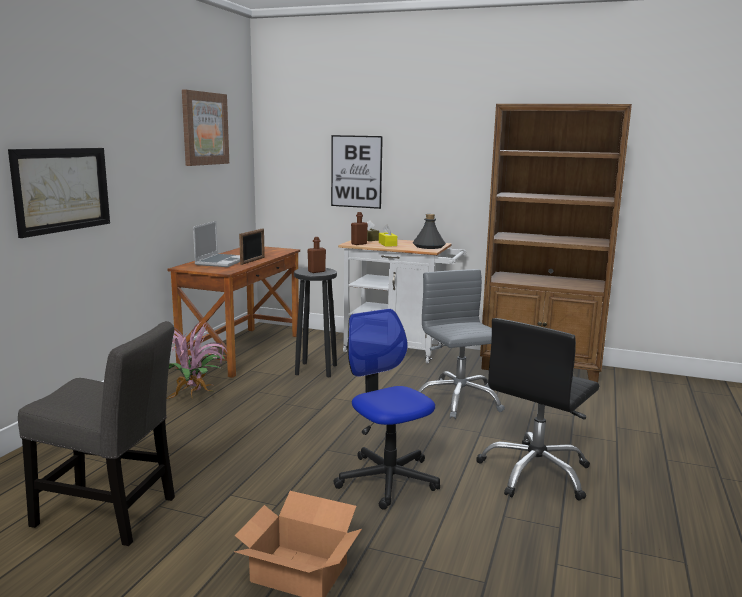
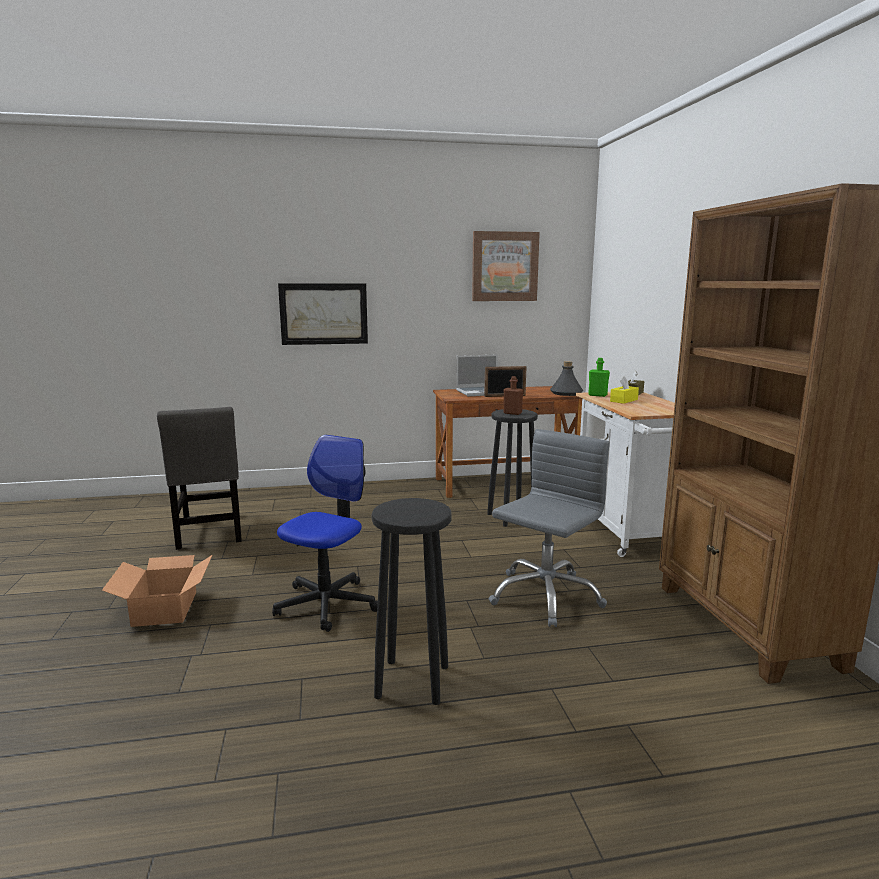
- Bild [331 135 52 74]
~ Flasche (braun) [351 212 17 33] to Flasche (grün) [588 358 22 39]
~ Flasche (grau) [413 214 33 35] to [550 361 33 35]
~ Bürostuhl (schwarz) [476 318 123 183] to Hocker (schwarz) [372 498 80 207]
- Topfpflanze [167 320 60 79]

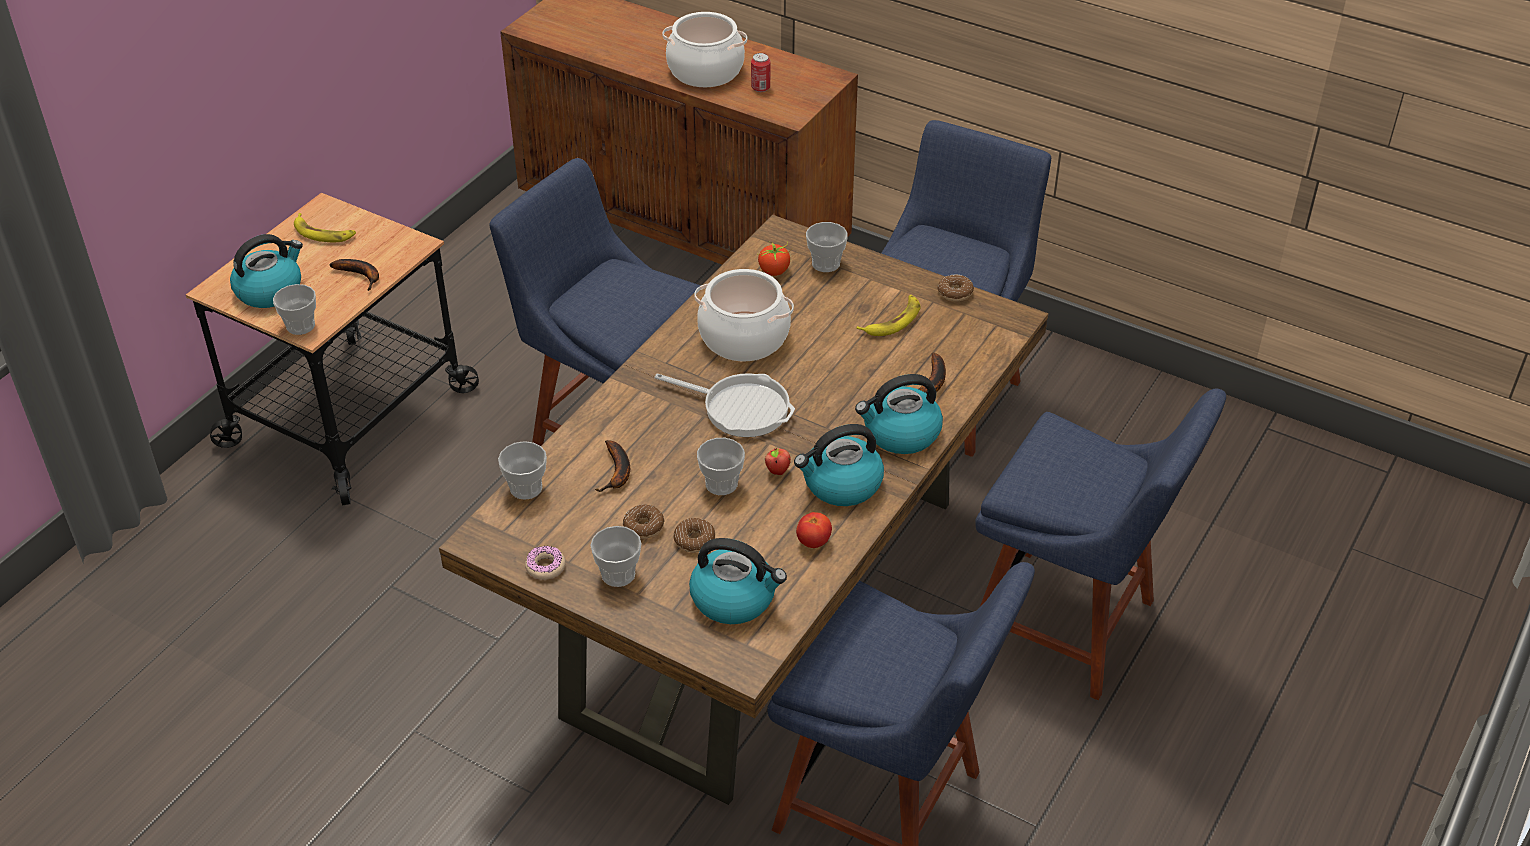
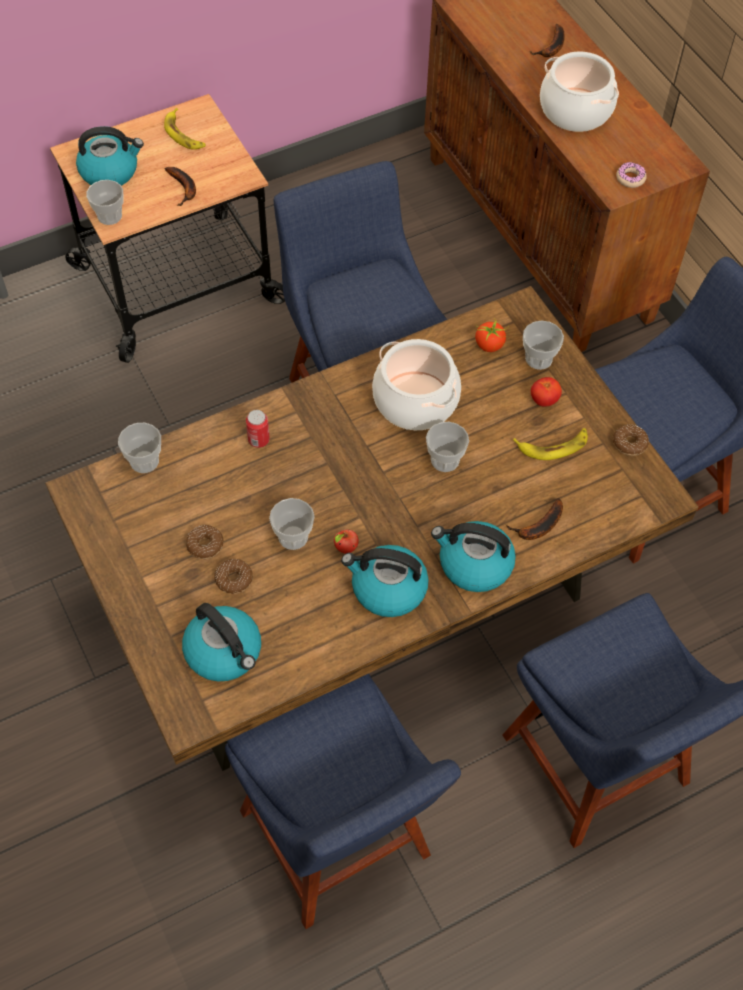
~ Dose [751 53 19 39] to [246 410 24 38]
- Pfanne [655 373 140 64]
~ Banane [595 440 35 52] to [529 24 36 33]
~ Tomate [796 512 36 36] to [531 377 31 30]
~ Tasse [590 526 52 61] to [426 422 43 50]
~ Donut [525 546 40 34] to [616 162 31 26]

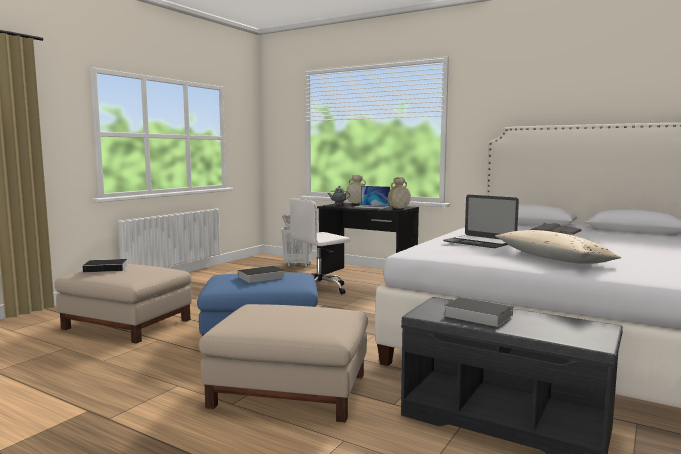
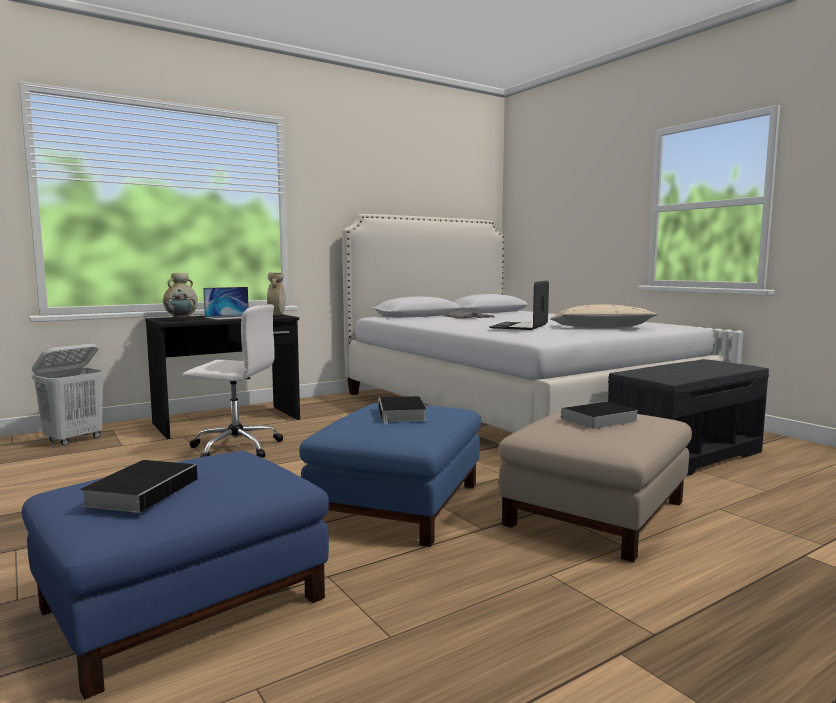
~ Laptop [443 195 76 53] = [489 281 60 49] 135 degrees clockwise
~ Bürostuhl (weiß) [289 198 61 96] = [182 304 101 154] 75 degrees counterclockwise
~ Polsterhocker (beige) [54 264 138 80] to Polsterhocker (blau) [22 451 307 248]
~ Buch [444 297 69 30] to [554 401 85 28]

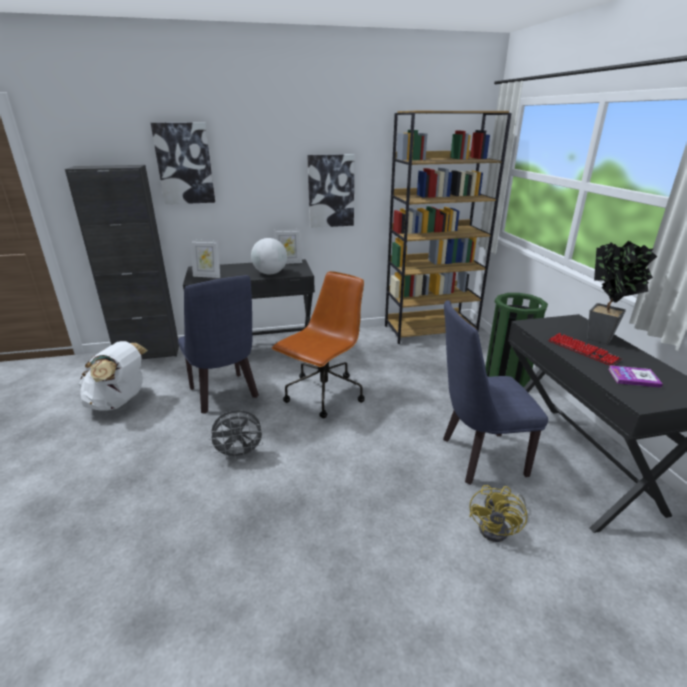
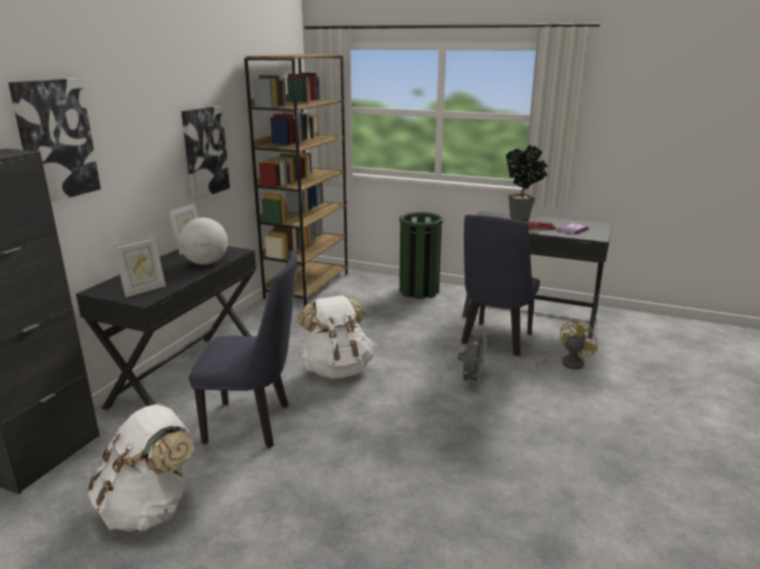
~ Bürostuhl (braun) [272 271 93 148] to Rucksack (weiß) [298 295 75 83]
~ Ventilator (grau) [208 410 57 50] to [458 333 29 53]
~ Ventilator (gelb) [469 485 59 57] = [537 320 60 49] 105 degrees counterclockwise

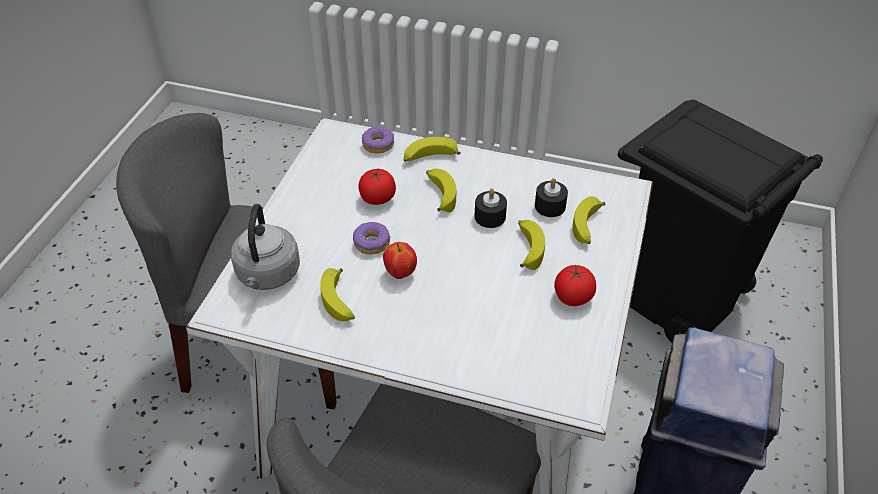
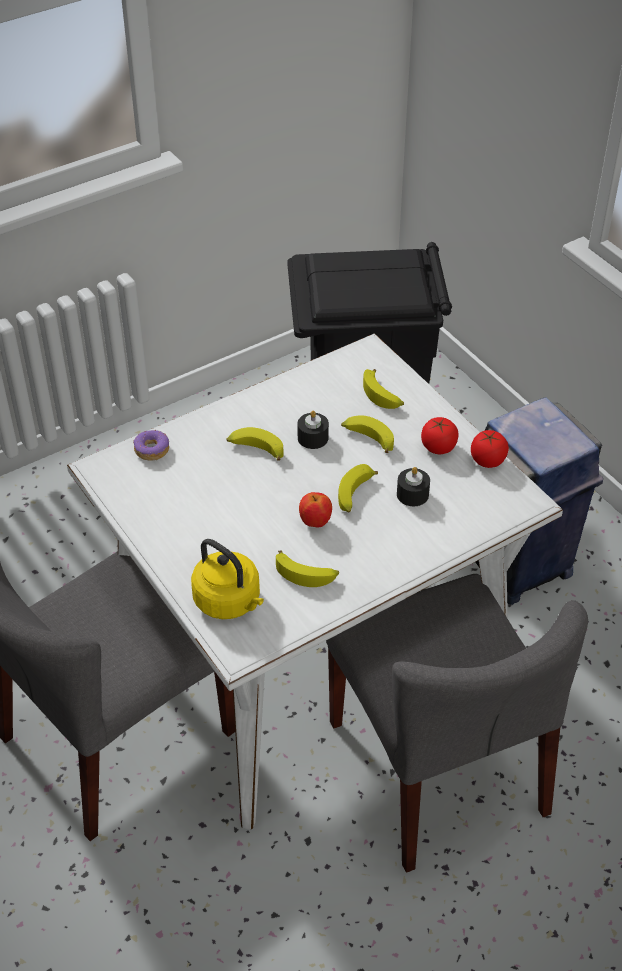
~ Banane [403 137 58 25] to [338 464 40 49]
~ Tomate [358 168 38 37] to [471 430 38 38]
~ Kerze (schwarz) [535 178 33 39] to [397 467 33 39]
~ Wasserkessel (grau) [231 204 69 86] to Wasserkessel (gelb) [191 539 73 80]
- Donut [353 222 37 32]

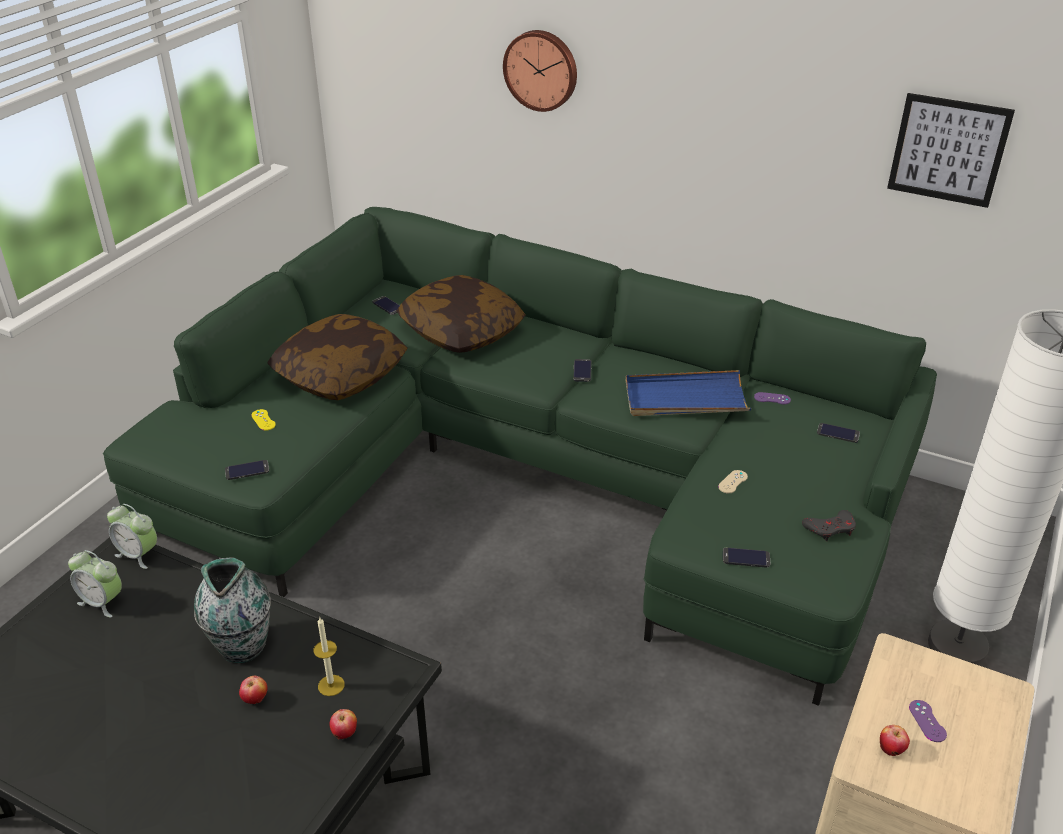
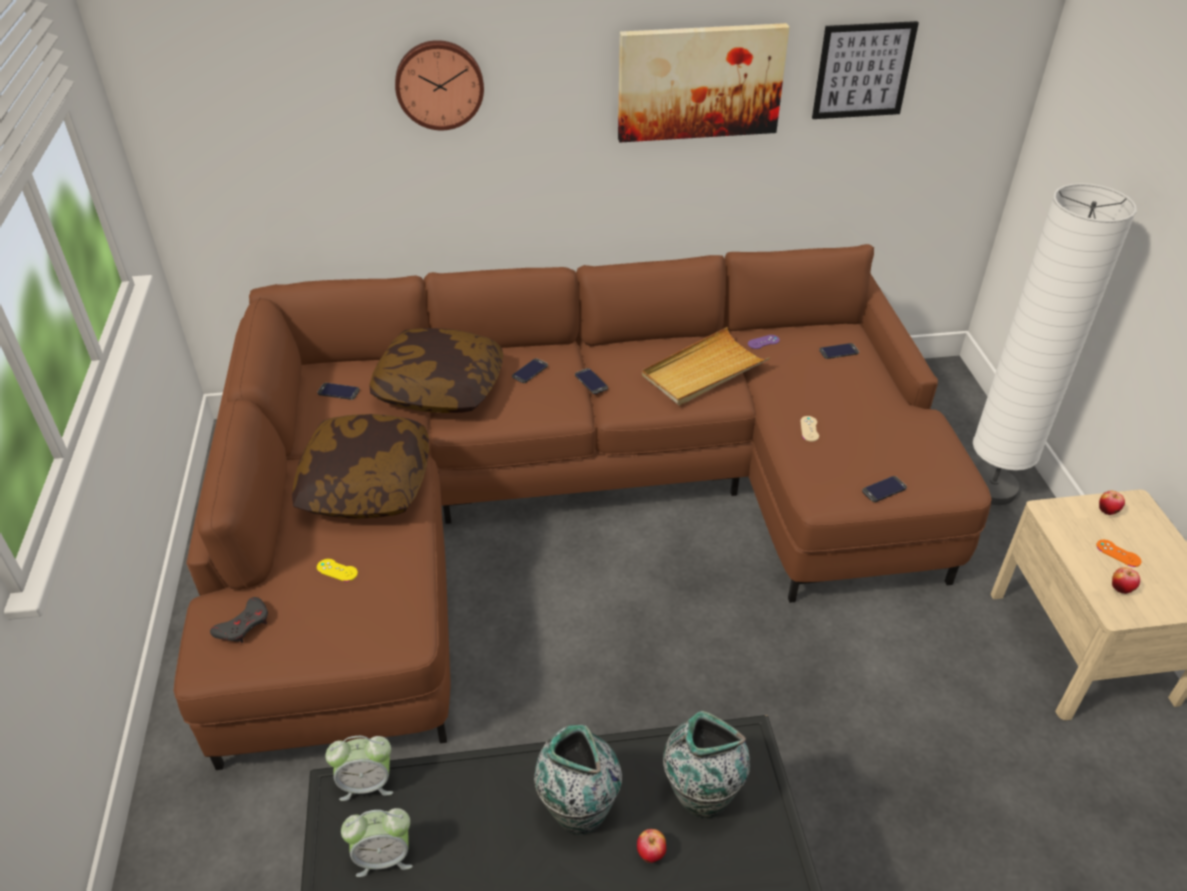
~ Sofa (grün) [103 207 834 499] to Sofa (braun) [174 244 818 526]
~ Tablett (blau) [626 370 125 46] to Tablett (beige) [642 327 128 78]
~ Handy [225 460 44 20] to [512 358 36 25]
~ Gamepad (grau) [802 510 54 31] to [210 597 58 46]
~ Kerze [314 617 31 79] to Vase [663 711 87 107]
~ Gamepad (lila) [909 700 38 42] to Gamepad (orange) [1097 540 44 27]
~ Apfel [329 709 28 30] to [1099 490 26 25]
+ Bild [618 23 172 120]

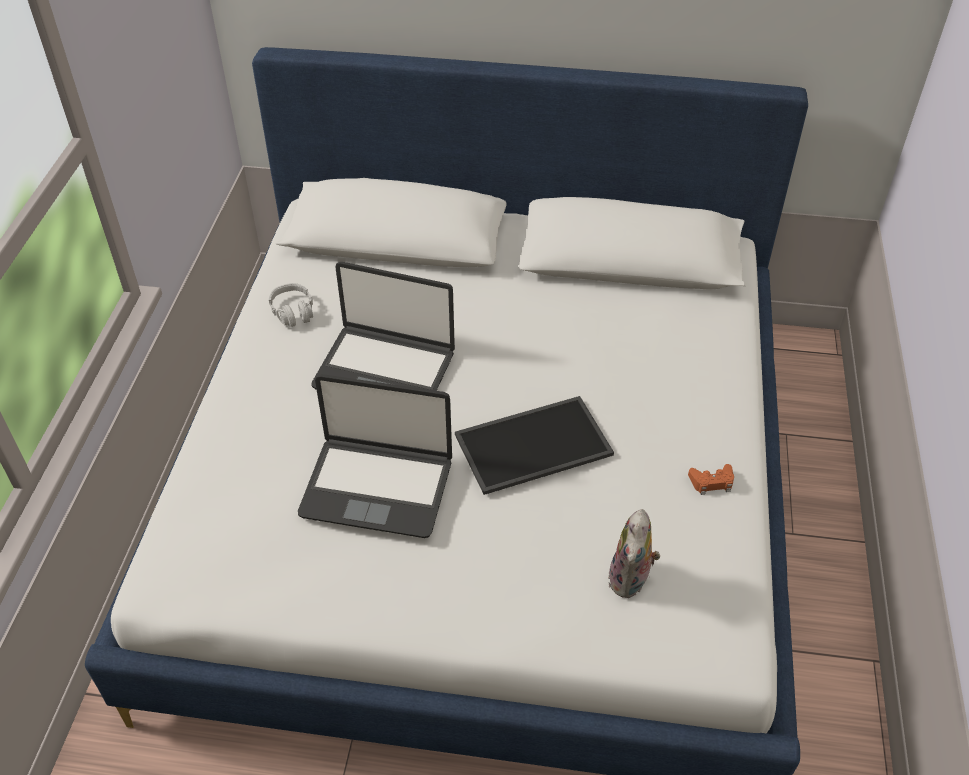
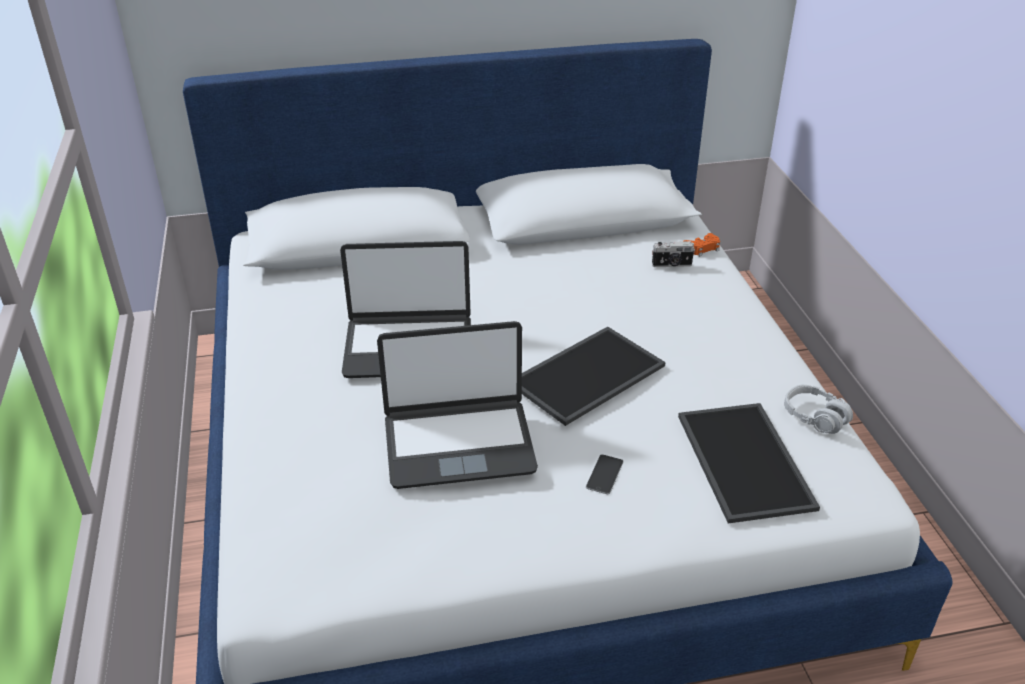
~ Kopfhörer (grau) [269 283 44 44] to [784 385 69 49]
~ Gamepad (orange) [688 464 46 31] to [684 233 36 24]
~ Plüschtier [609 509 51 89] to Tablett [678 403 142 120]
+ Kamera [652 241 43 26]
+ Handy [586 454 37 40]

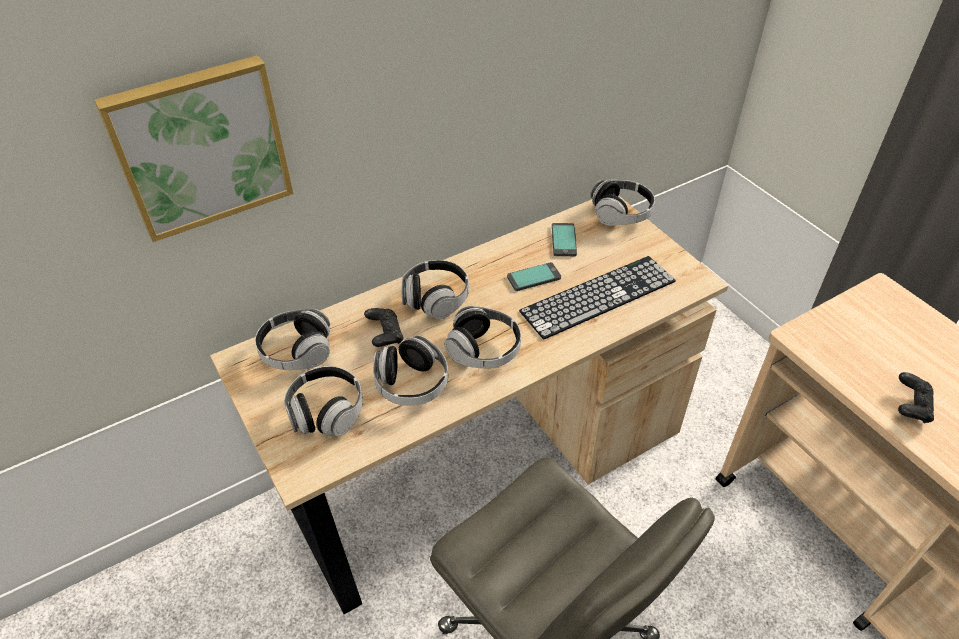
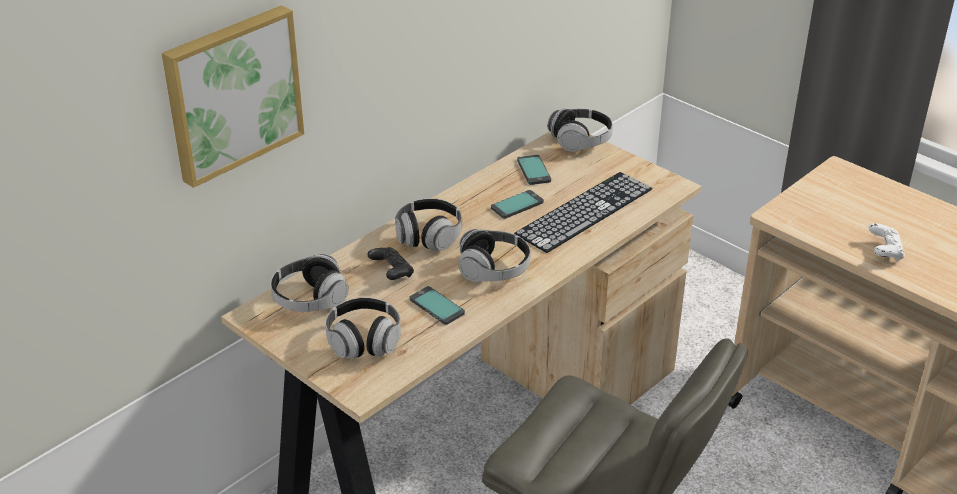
~ Kopfhörer [373 335 75 71] to Handy [410 286 55 39]
~ Gamepad (schwarz) [898 372 36 51] to Gamepad (weiß) [869 223 36 38]

